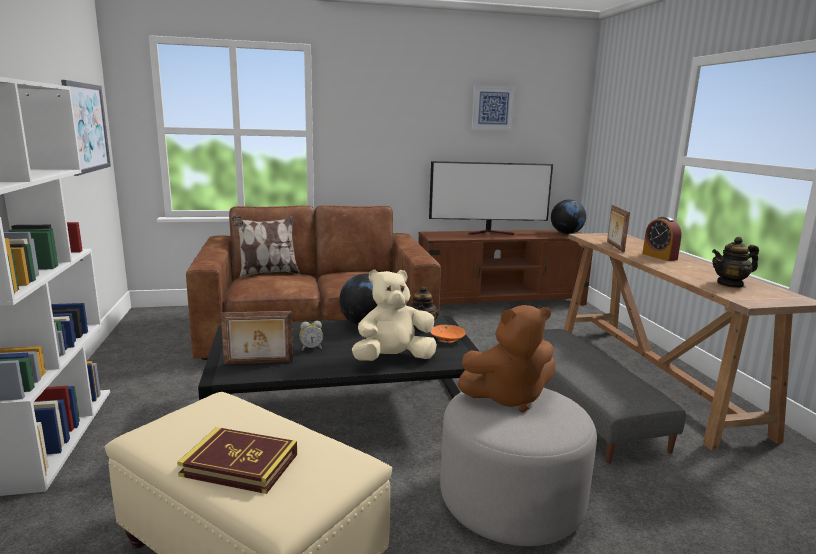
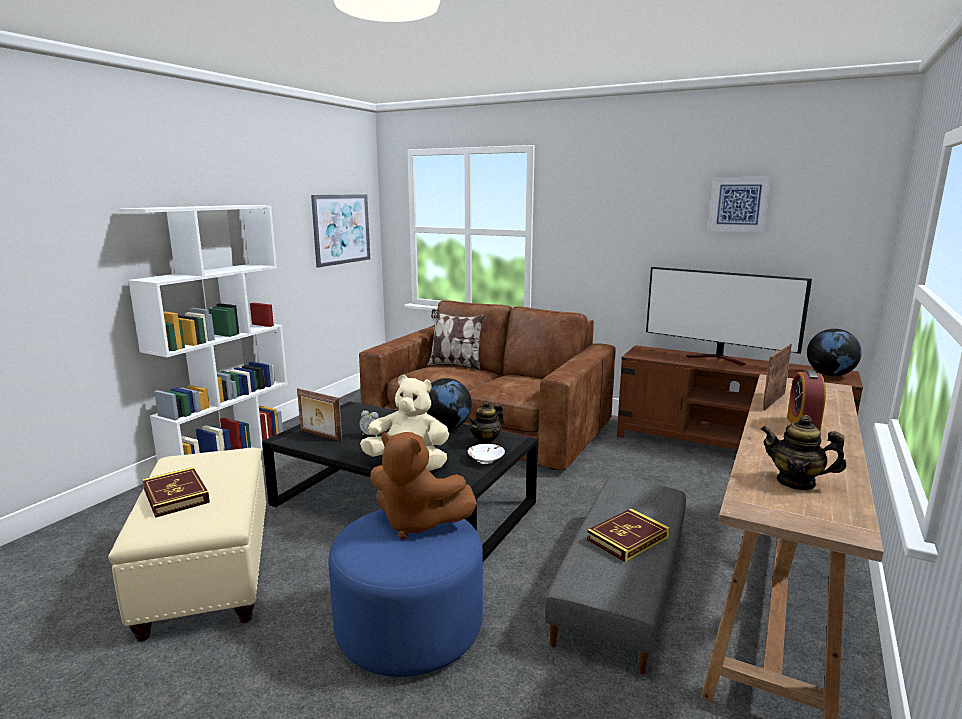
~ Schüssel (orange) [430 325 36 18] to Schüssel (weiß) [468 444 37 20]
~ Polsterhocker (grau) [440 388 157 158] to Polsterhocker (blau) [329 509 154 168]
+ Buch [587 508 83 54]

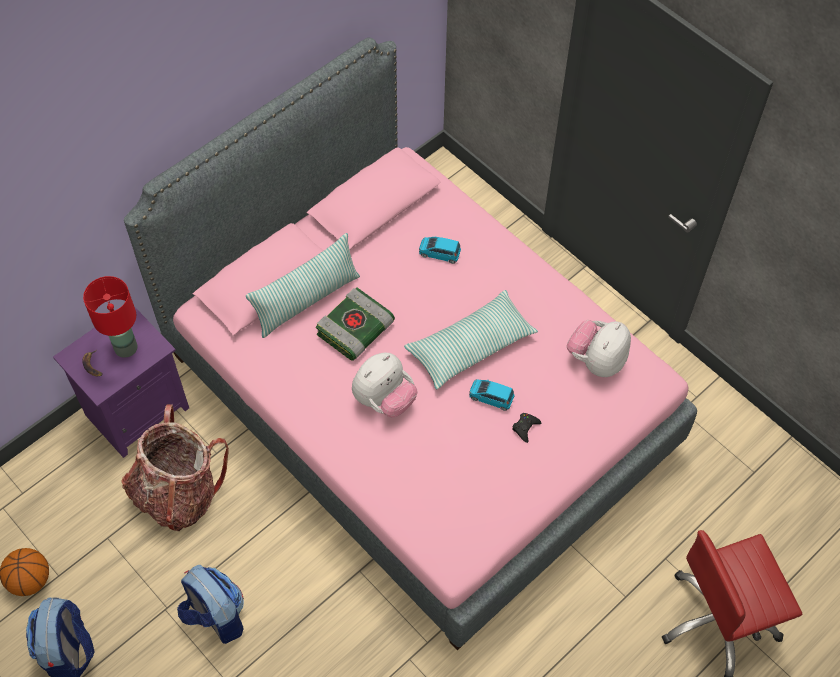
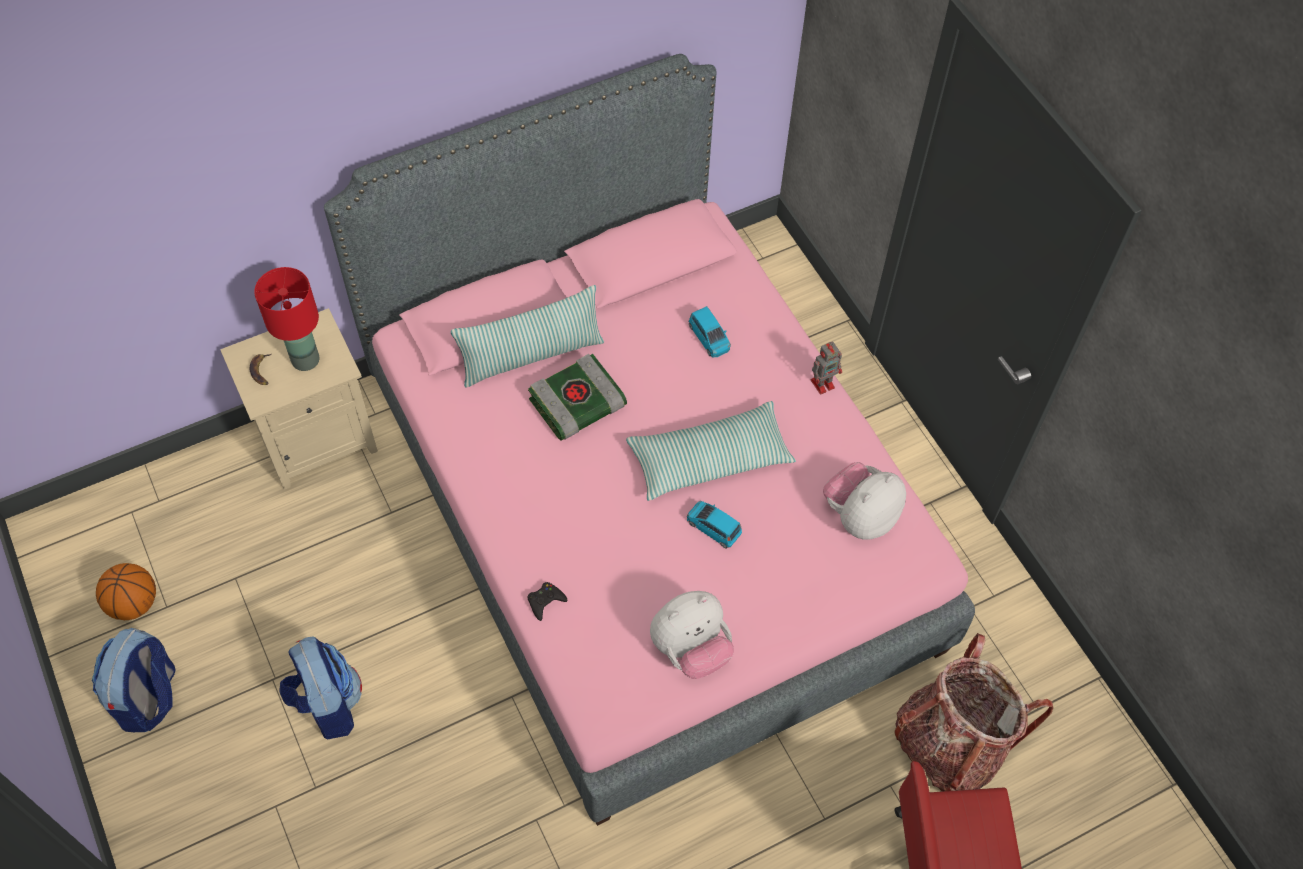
~ Spielzeugauto (blau) [419 236 42 28] = [689 306 42 51] 150 degrees counterclockwise
~ Nachttisch (lila) [53 306 136 152] to Nachttisch (beige) [220 308 158 182]
~ Plüschtier [352 353 66 65] to [650 591 84 88]
~ Rucksack [121 404 108 127] to [895 633 158 158]
~ Gamepad (schwarz) [512 413 29 30] to [527 582 40 39]
+ Spielzeugroboter [811 341 31 53]

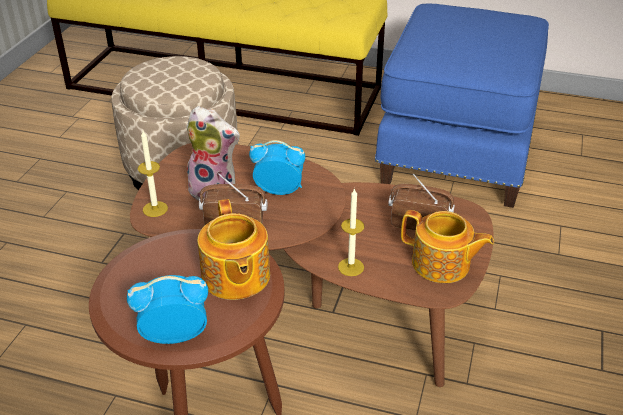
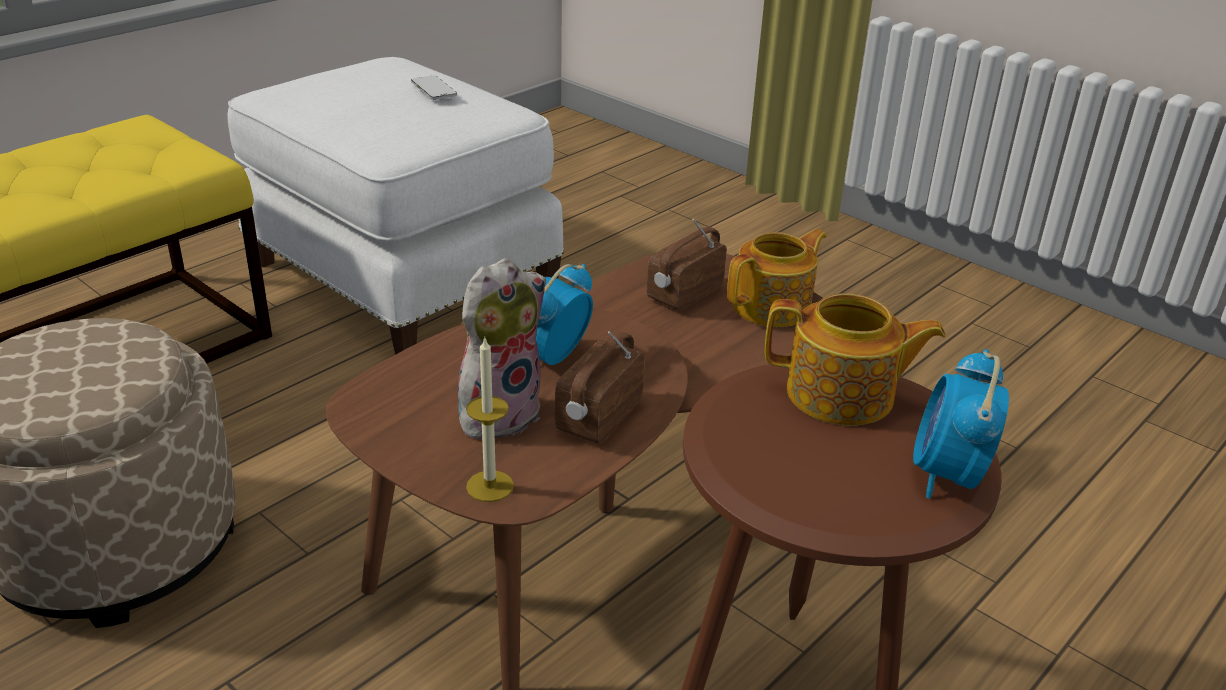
~ Polsterhocker (blau) [375 3 174 205] to Polsterhocker (weiß) [228 57 336 297]
- Kerze [338 188 27 88]
+ Handy [411 75 46 25]

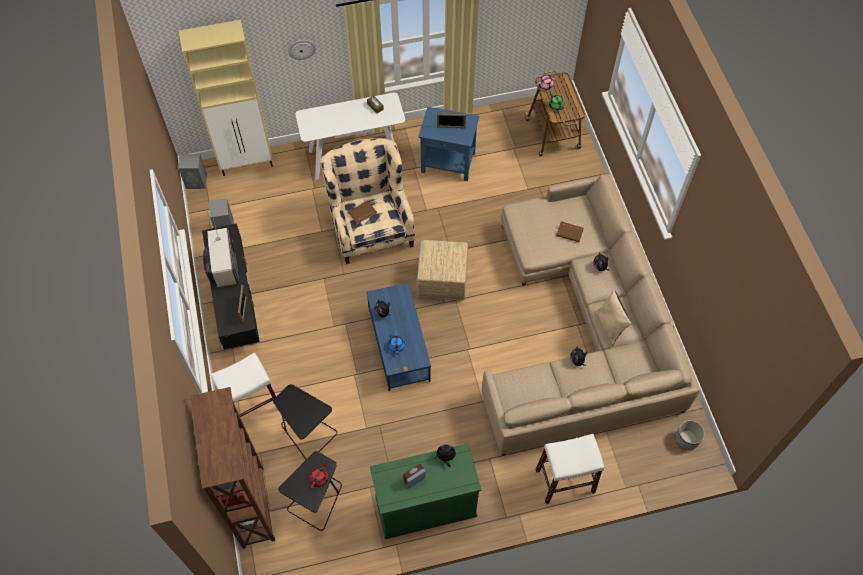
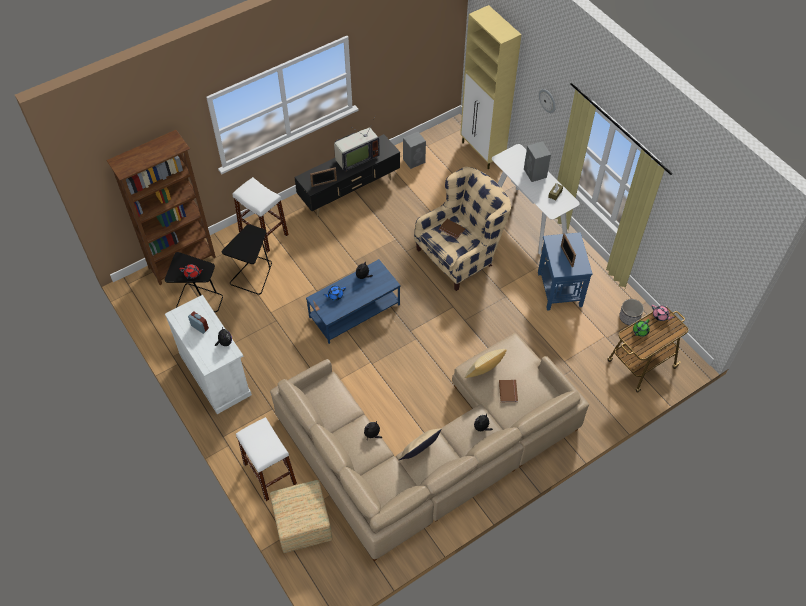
~ Lautsprecher (grau) [178 154 29 35] to [524 141 27 41]
~ Polsterhocker [417 240 51 60] to [270 480 63 73]
~ Pflanzkübel [676 420 29 30] to [619 299 25 26]
~ Schrank (grün) [370 443 111 96] to Schrank (weiß) [165 295 87 119]
+ Kissen [465 349 41 29]

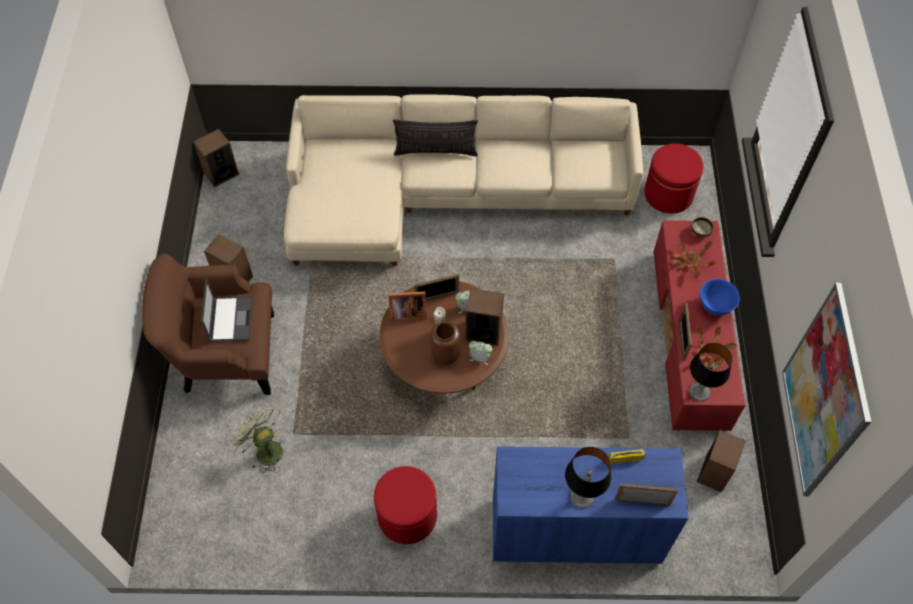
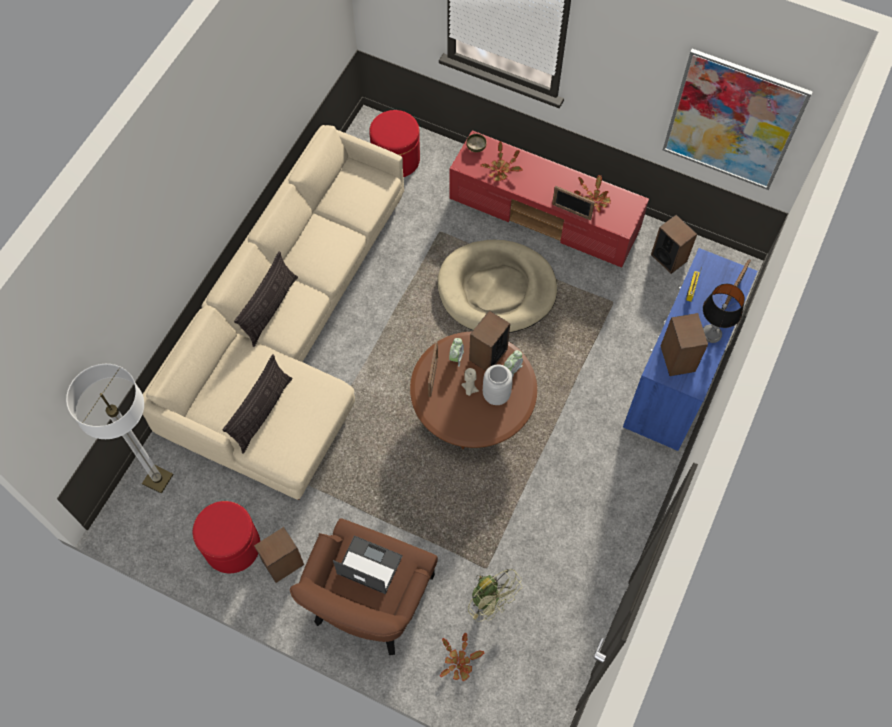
~ Lautsprecher [193 129 46 59] to [661 313 47 63]
- Schüssel (blau) [700 279 40 37]
- Bilderrahmen [388 291 39 31]
~ Vase (braun) [430 322 30 43] to Vase (grau) [483 364 30 41]
- Tischlampe [689 343 43 58]
~ Ventilator (grün) [227 402 56 72] = [468 569 54 53] 105 degrees counterclockwise
~ Polsterhocker (rot) [374 466 63 78] to [193 501 67 72]
+ Hundebett (beige) [438 240 119 93]
+ Kissen [223 354 70 100]
+ Stehlampe [66 364 108 130]
+ Topfpflanze [440 633 44 48]

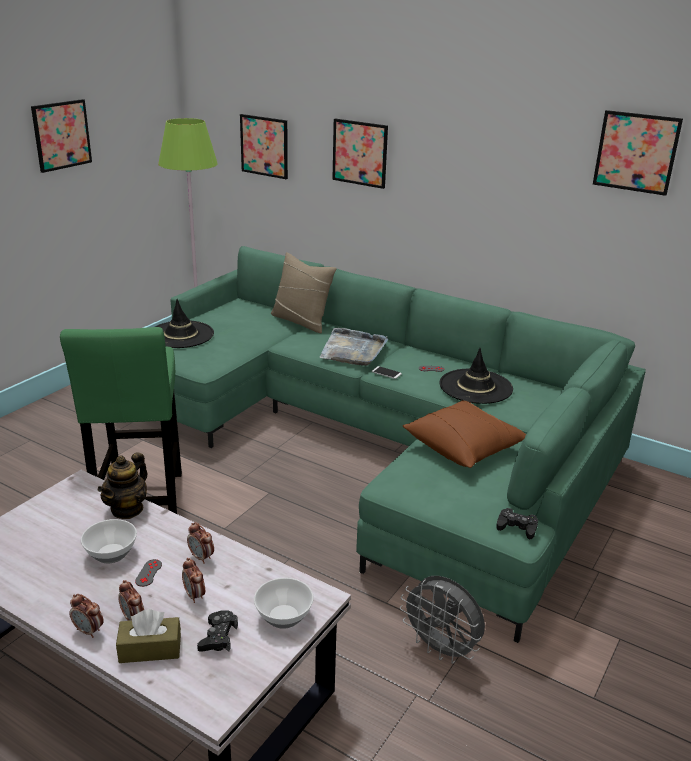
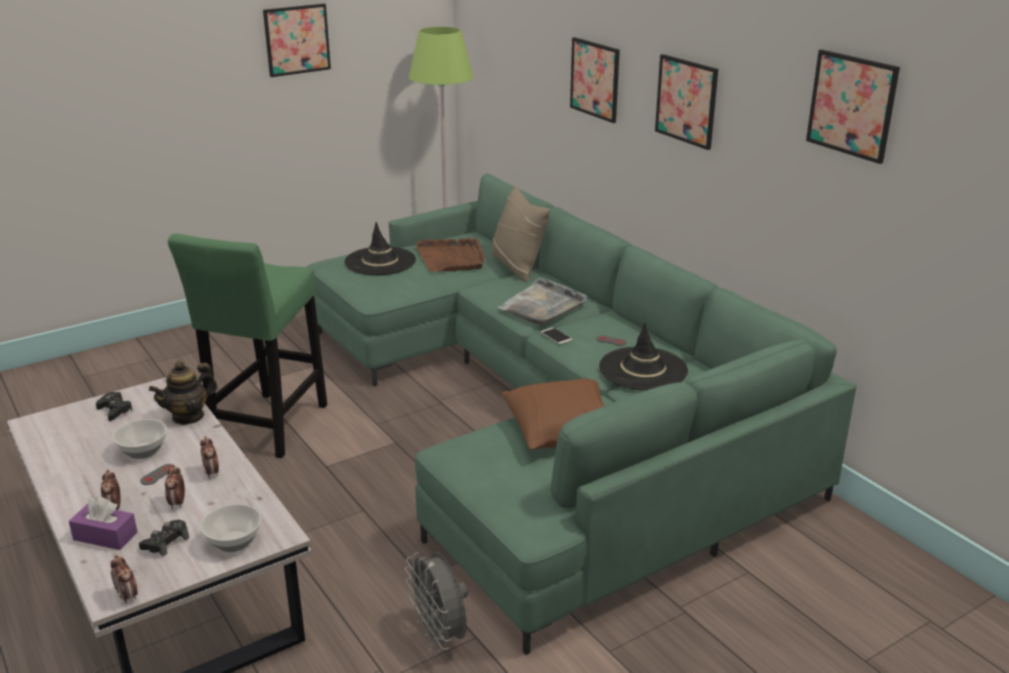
~ Bild [240 114 48 65] to [655 54 63 96]
~ Gamepad (schwarz) [496 508 42 31] to [96 392 37 29]
~ Wecker [69 594 35 44] to [110 555 28 50]
~ Taschentuchbox (braun) [116 609 65 54] to Taschentuchbox (lila) [69 497 69 53]
+ Tablett (braun) [416 238 70 34]

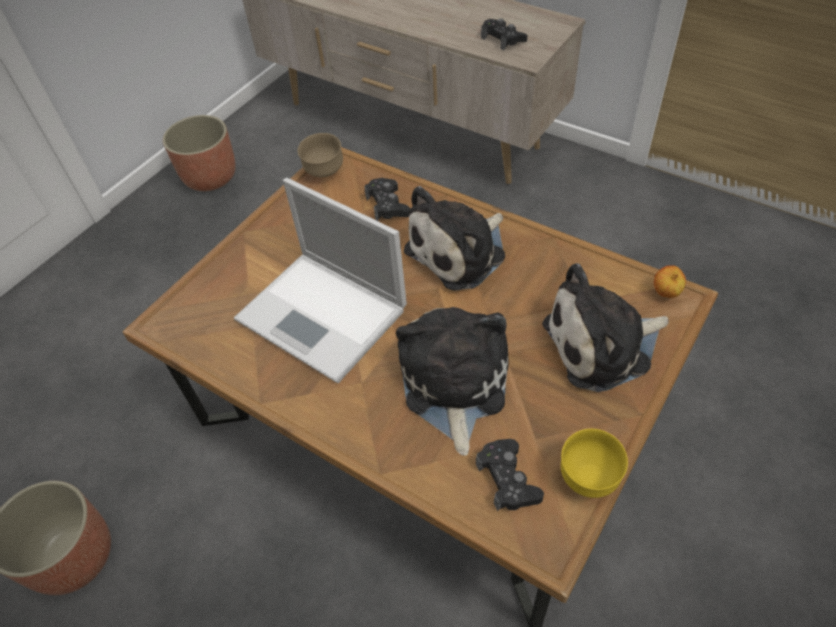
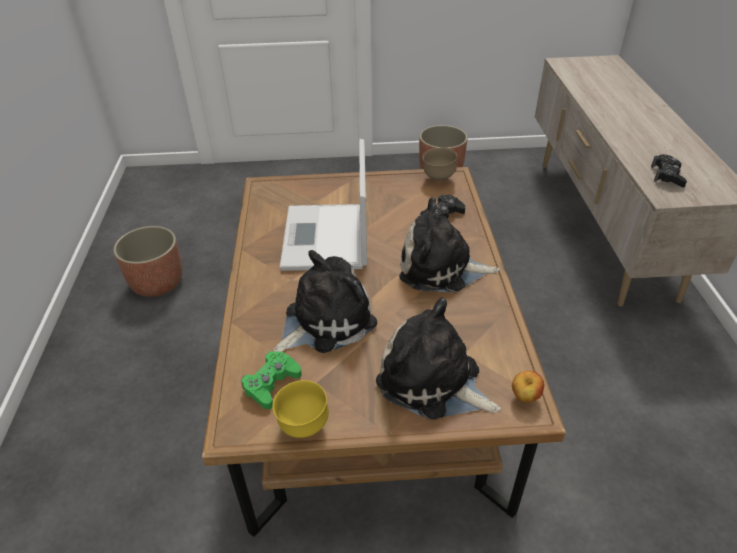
~ Gamepad (schwarz) [476 439 68 72] to Gamepad (grün) [241 351 61 58]

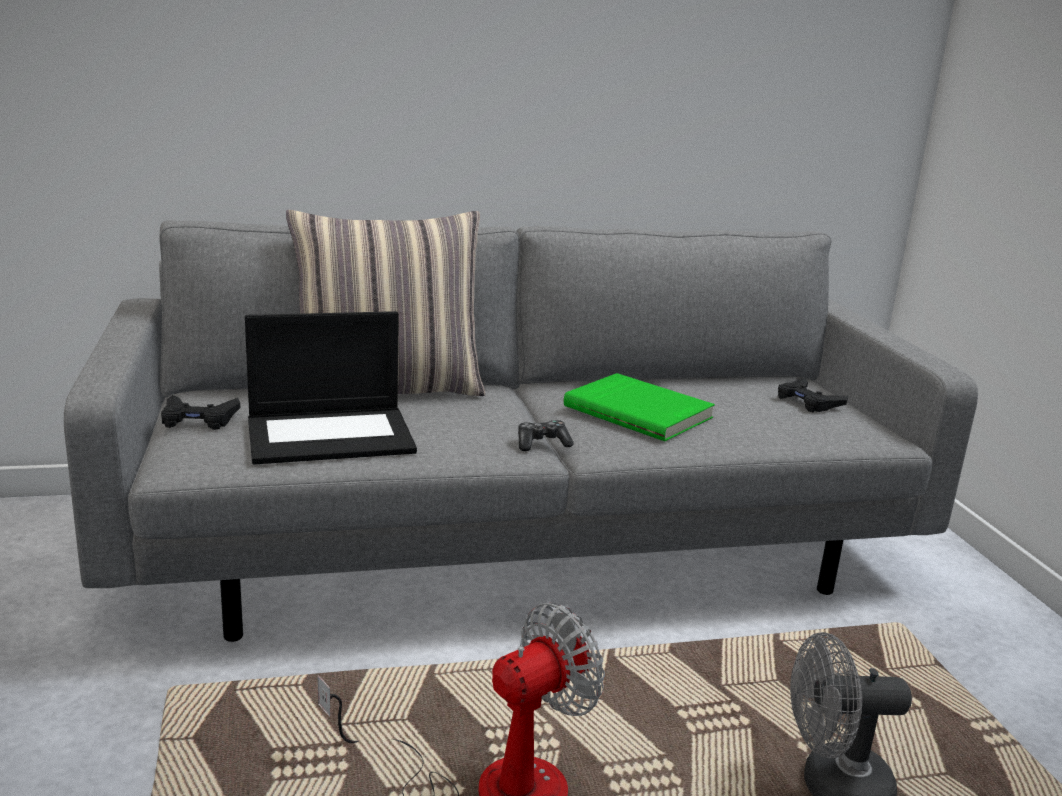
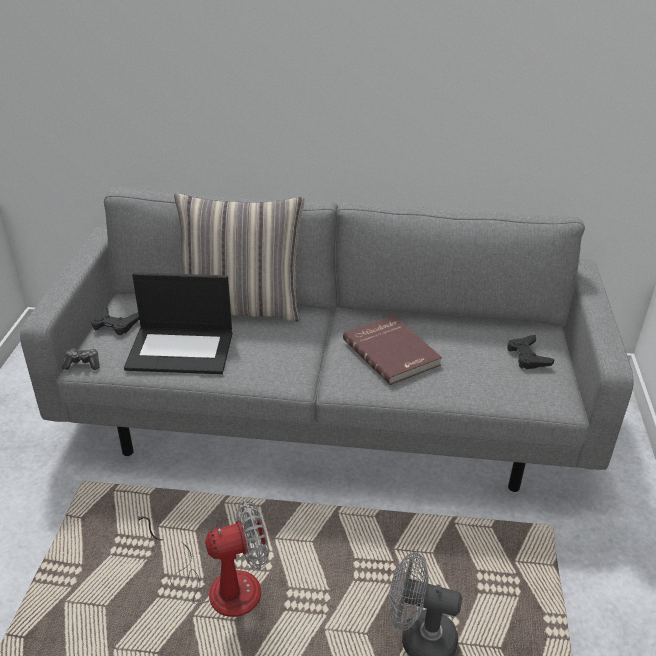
~ Buch (grün) [564 373 151 68] to Buch (rot) [343 315 99 70]
~ Gamepad [518 420 56 31] to [62 349 38 21]

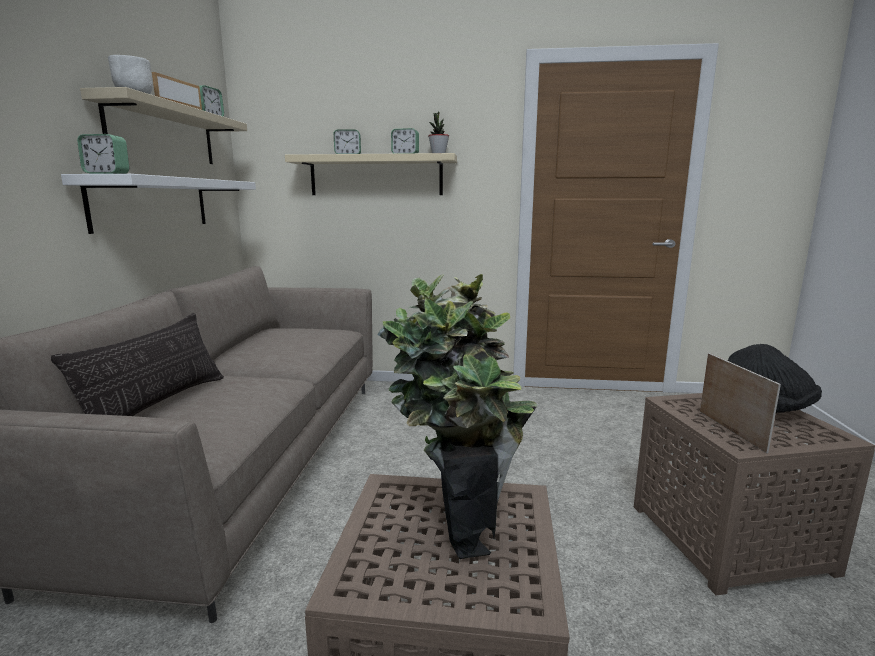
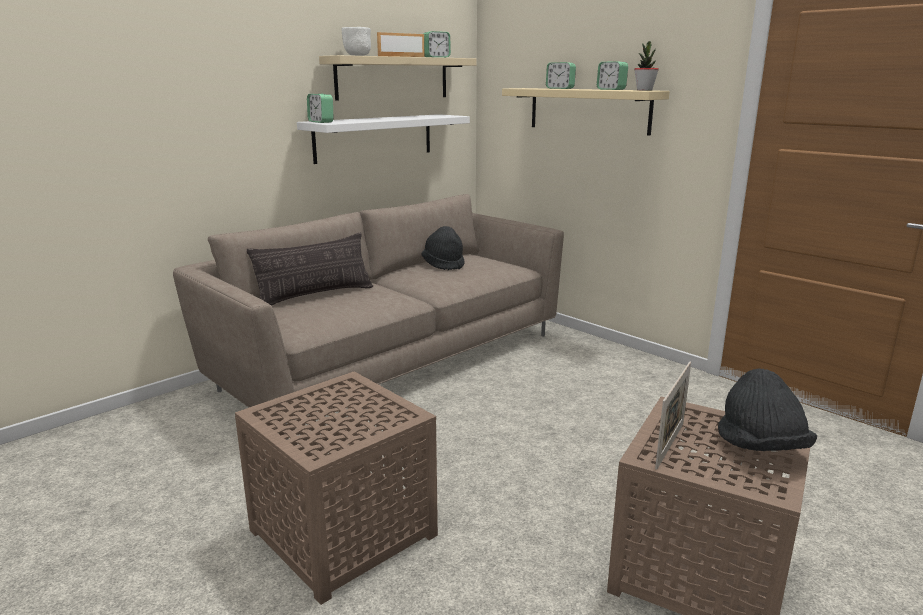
- Topfpflanze [377 274 161 285]
+ Hut (schwarz) [421 226 44 44]

